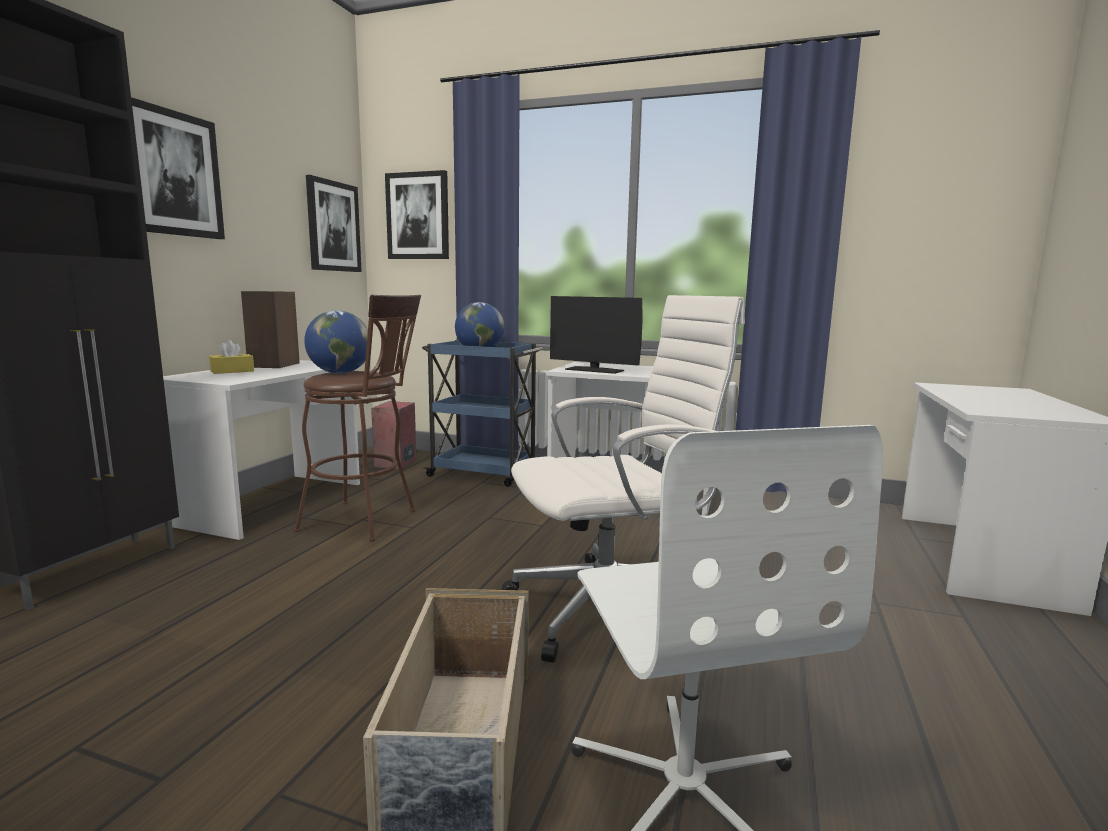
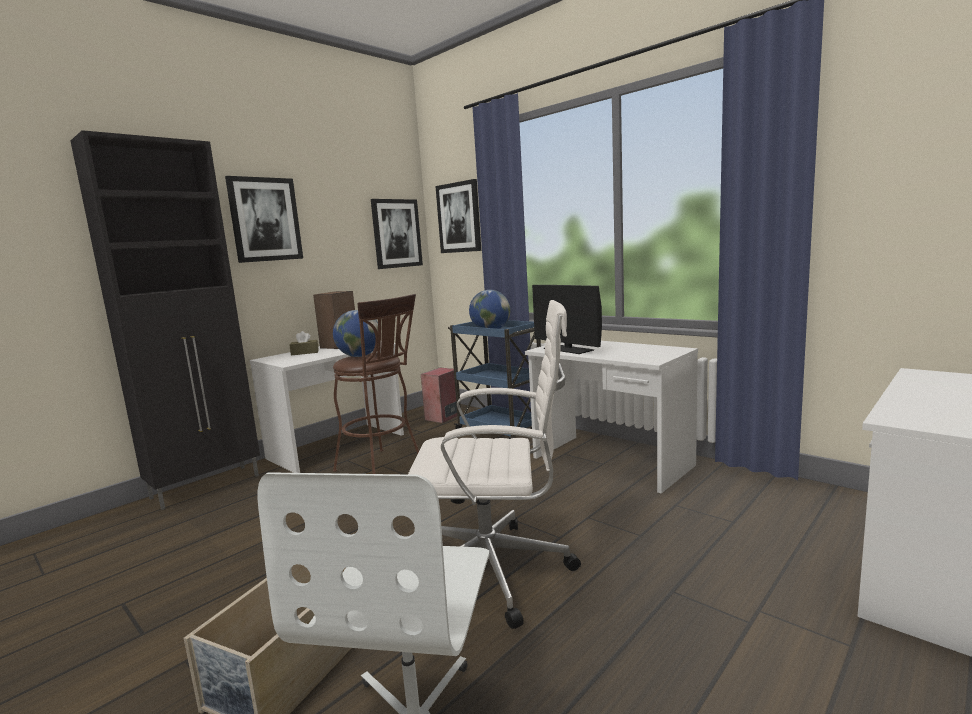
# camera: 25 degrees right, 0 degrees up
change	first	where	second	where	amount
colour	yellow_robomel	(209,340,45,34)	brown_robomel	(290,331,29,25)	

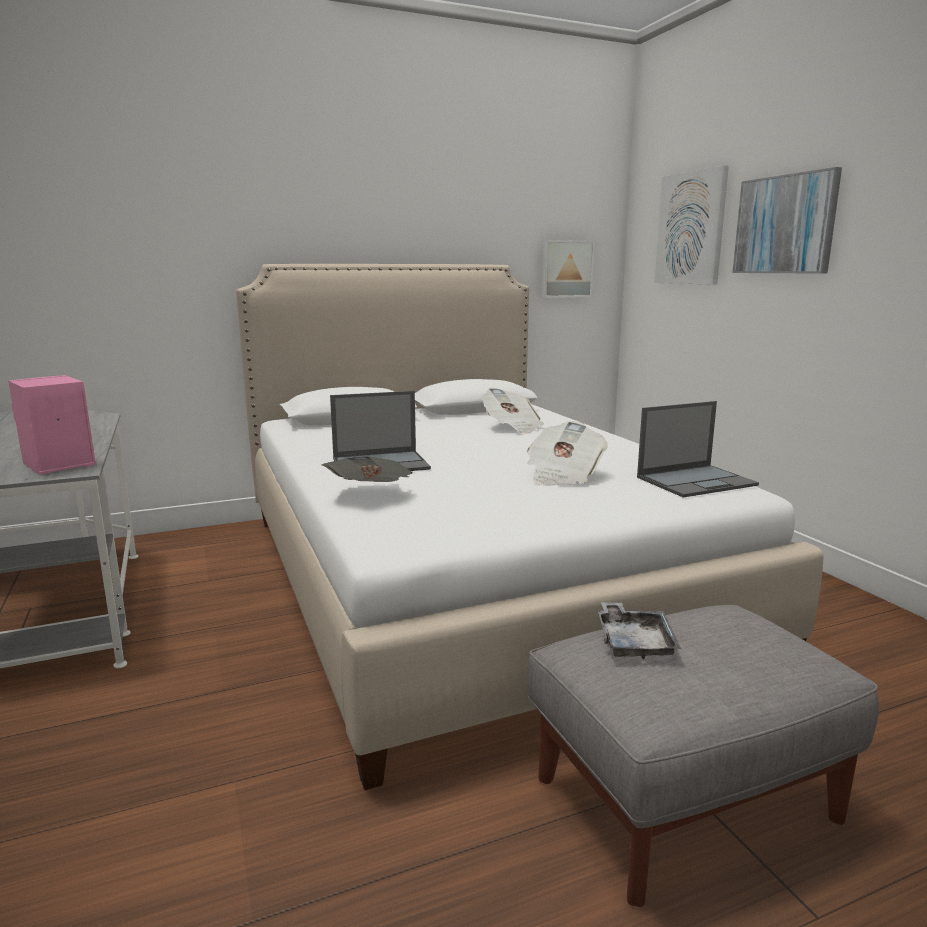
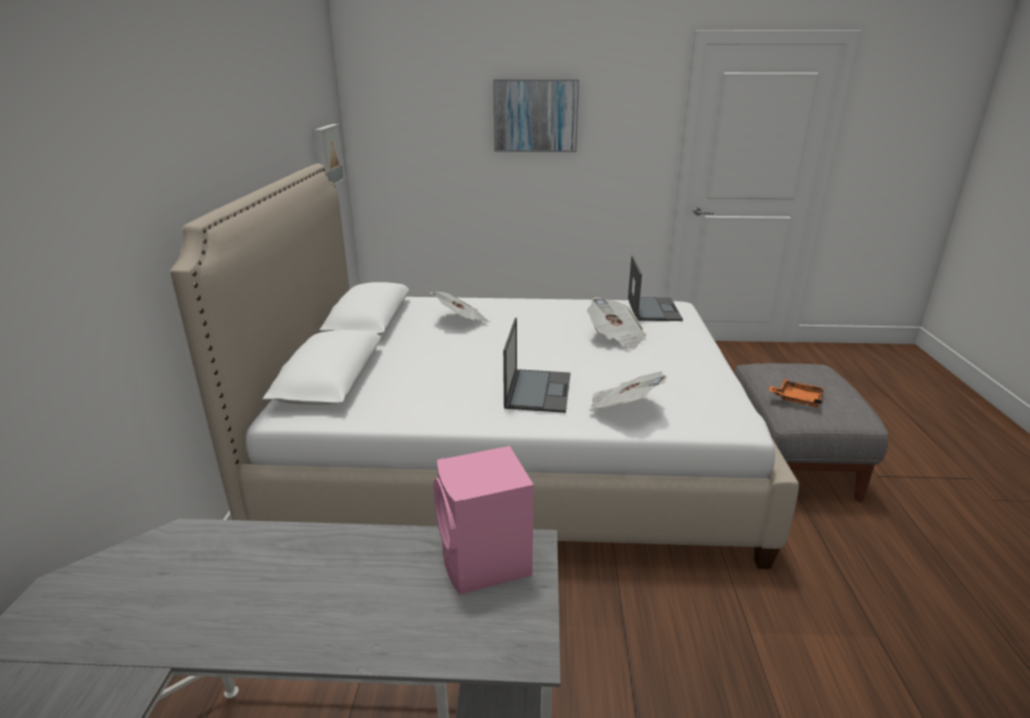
# camera: 65 degrees left, 10 degrees up
change	first	where	second	where	amount
missing	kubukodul	(654,165,75,120)			
colour	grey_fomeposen	(598,602,83,57)	orange_fomeposen	(769,379,55,28)	

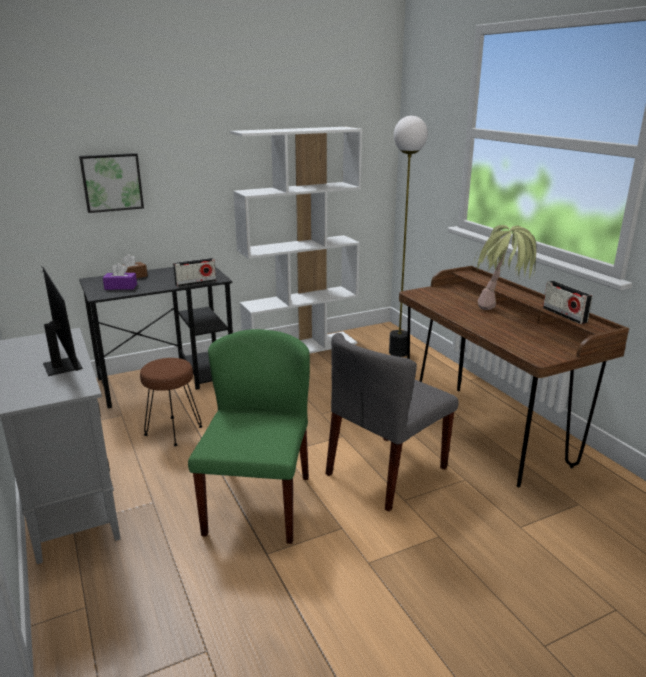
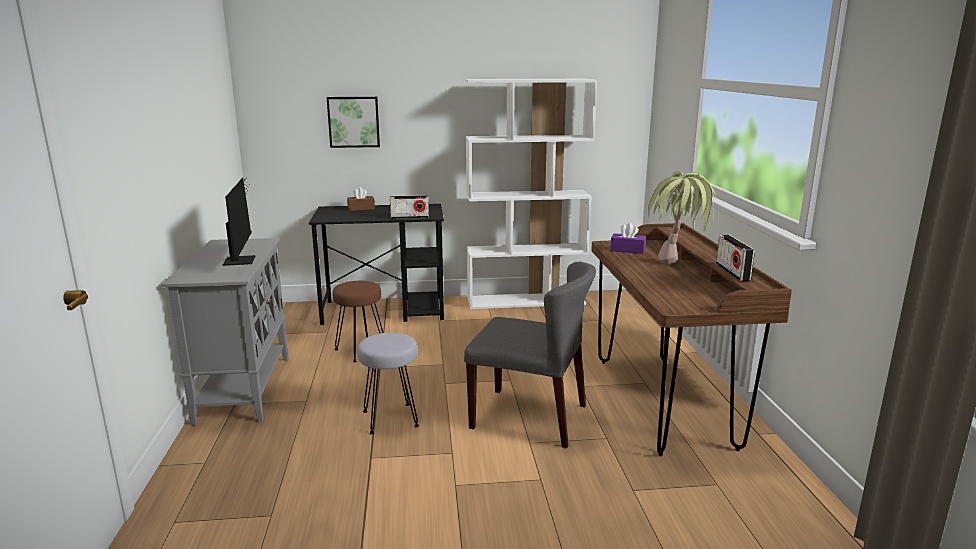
# camera: 20 degrees right, 5 degrees down
change	first	where	second	where	amount
missing	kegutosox	(389,115,39,242)			
relocated	purple_robomel	(103,263,34,27)		(610,223,36,31)	
exchanged	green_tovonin	(188,329,122,215)	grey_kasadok	(357,332,62,102)	
spun	grey_tovonin	(326,333,132,179)		(464,262,132,186)	135 degrees counterclockwise

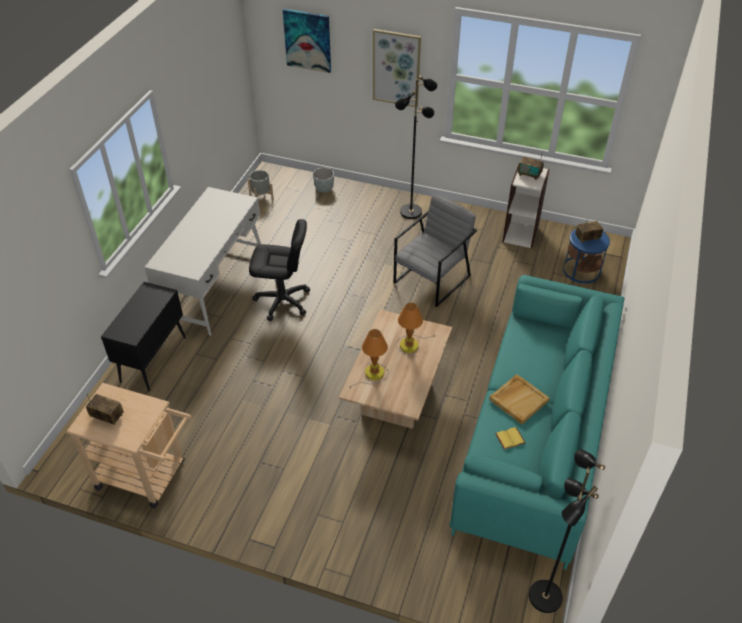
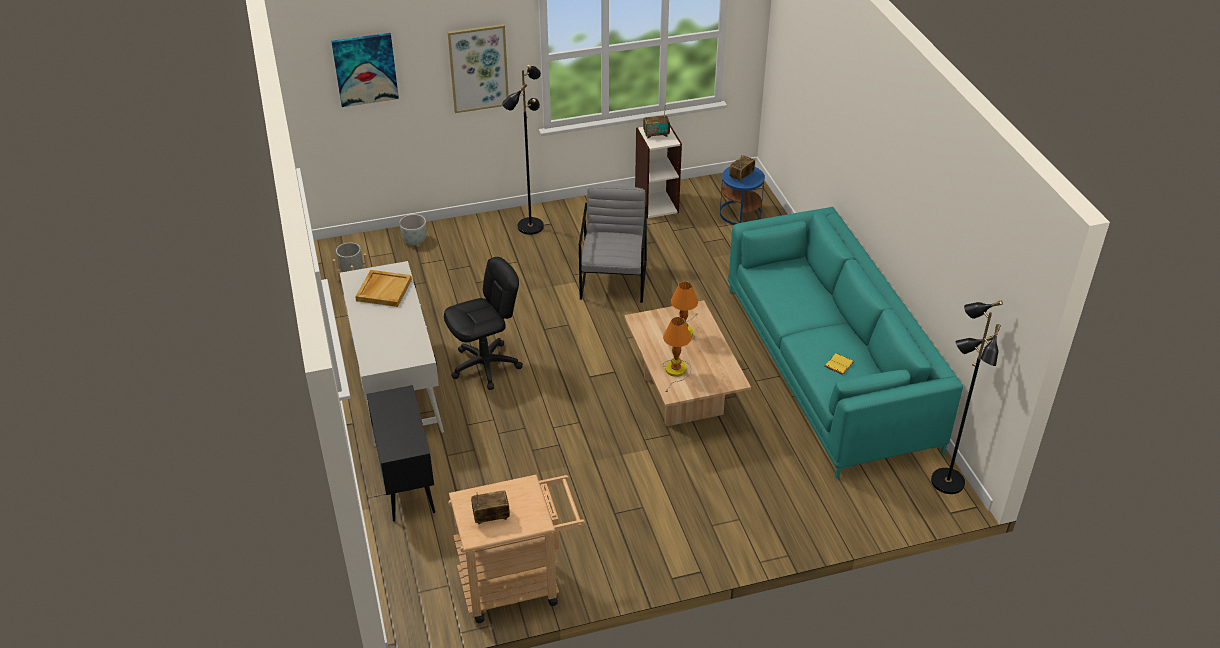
# camera: 35 degrees left, 5 degrees down
change	first	where	second	where	amount
relocated	beige_fomeposen	(489,374,60,50)		(355,270,57,37)	

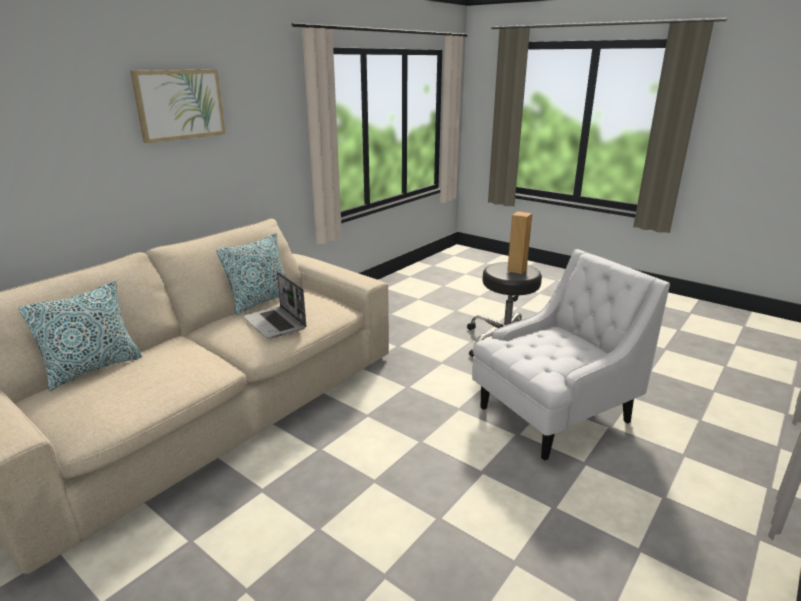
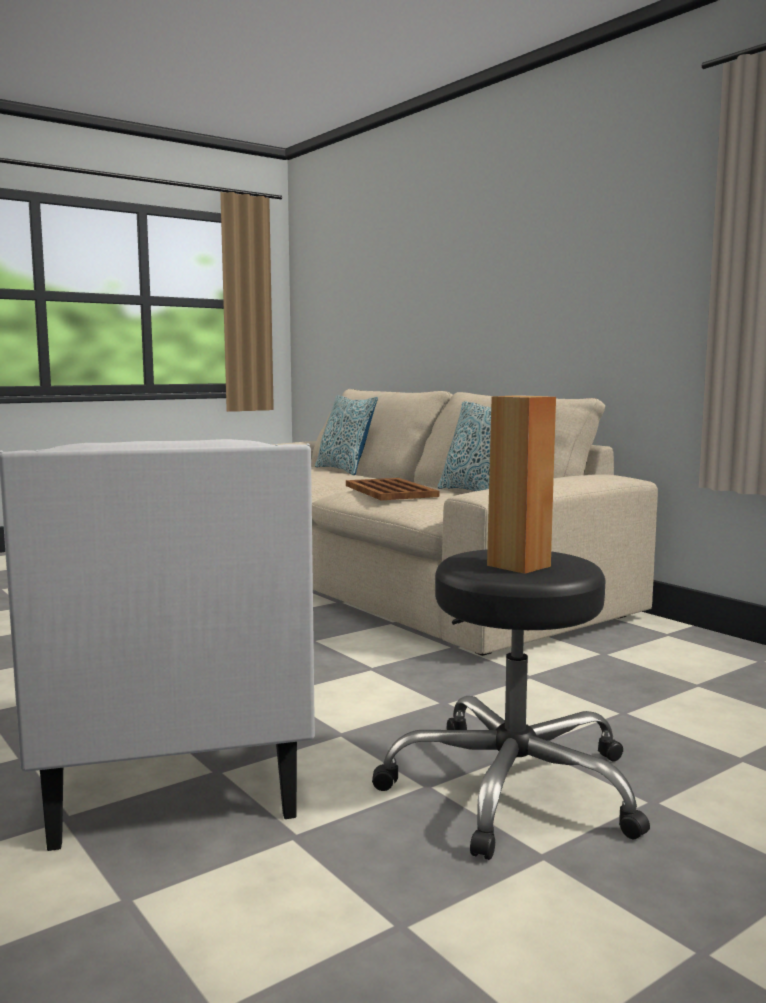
# camera: 105 degrees right, 15 degrees down
change	first	where	second	where	amount
missing	kubukodul	(130,69,96,74)			
exchanged	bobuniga	(244,272,63,67)	brown_fomeposen	(346,478,93,22)	

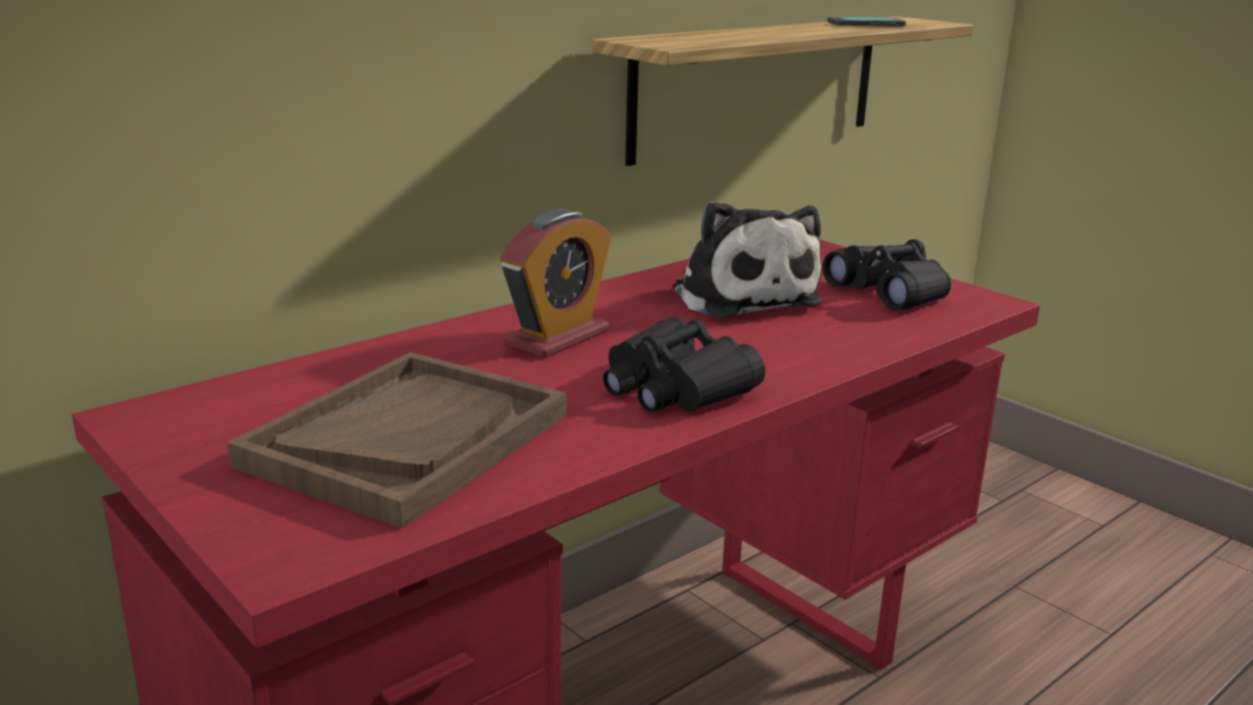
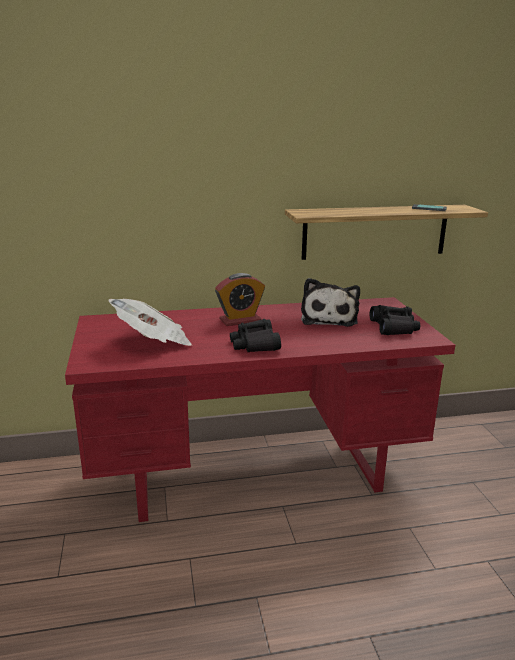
# camera: 30 degrees right, 0 degrees up
change	first	where	second	where	amount
exchanged	brown_fomeposen	(227,352,340,177)	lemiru	(109,299,83,47)	

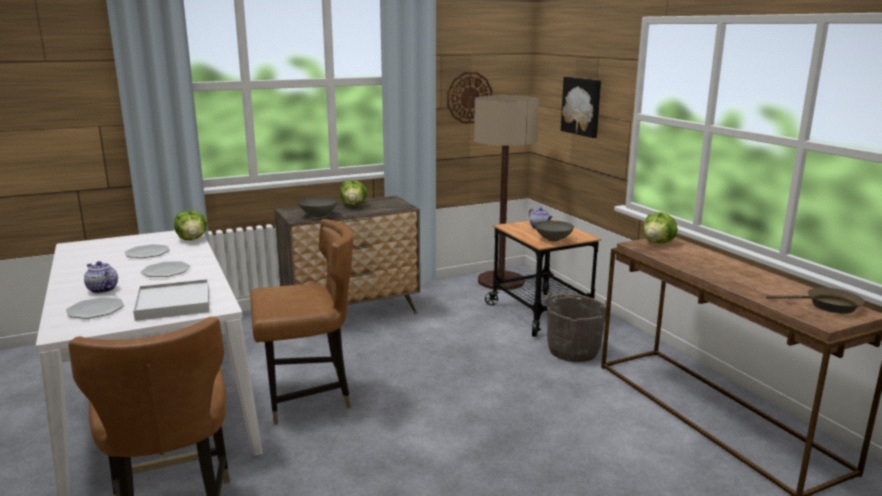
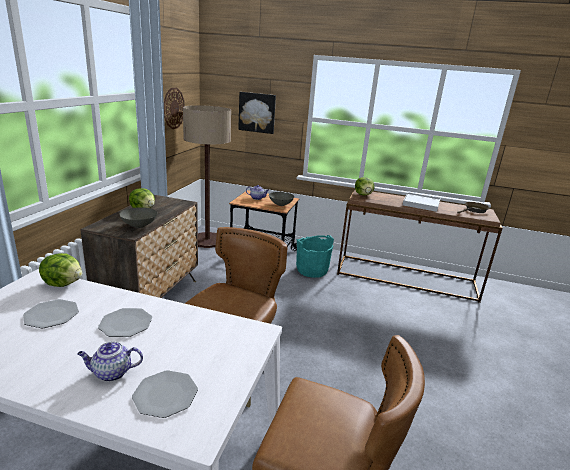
# camera: 50 degrees left, 5 degrees up
change	first	where	second	where	amount
relocated	white_fomeposen	(133,279,76,42)		(403,192,37,20)	
colour	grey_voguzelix	(545,293,62,69)	turquoise_voguzelix	(296,235,38,43)	

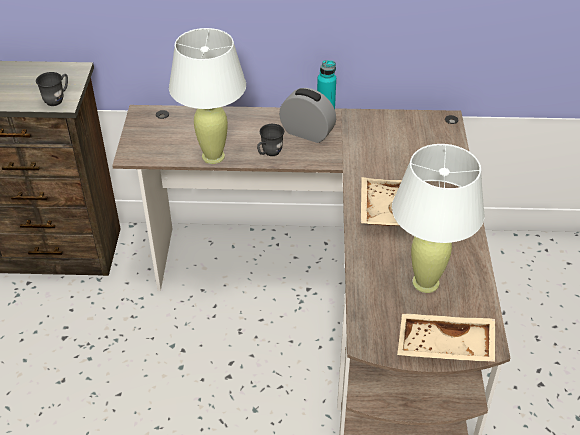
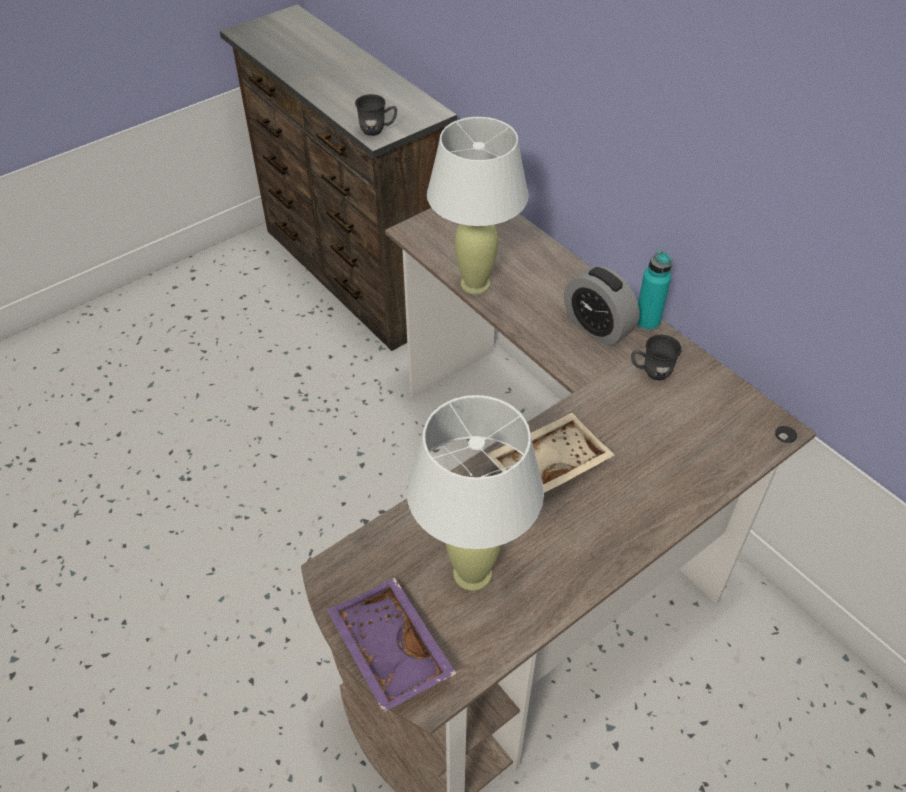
# camera: 50 degrees right, 5 degrees up
change	first	where	second	where	amount
relocated	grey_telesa	(257,124,27,32)		(631,335,51,45)	
colour	beige_fomeposen	(397,314,98,48)	purple_fomeposen	(326,578,131,135)	
spun	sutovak	(279,88,57,55)		(564,266,75,80)	150 degrees clockwise

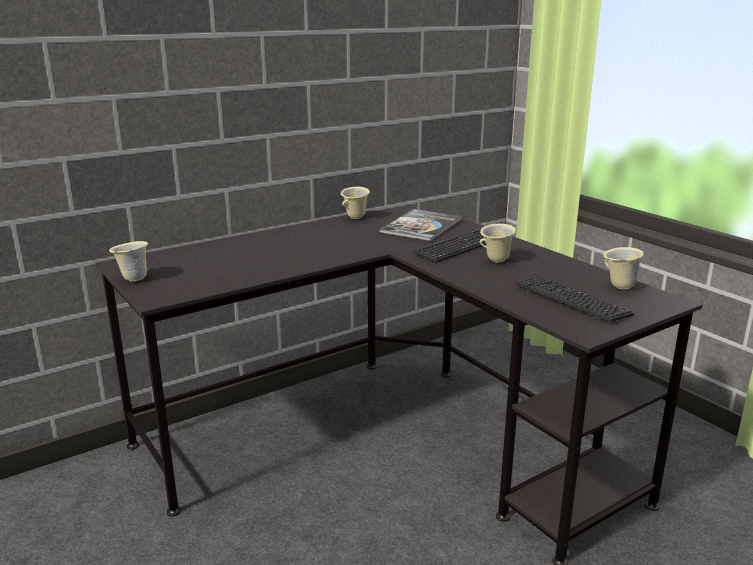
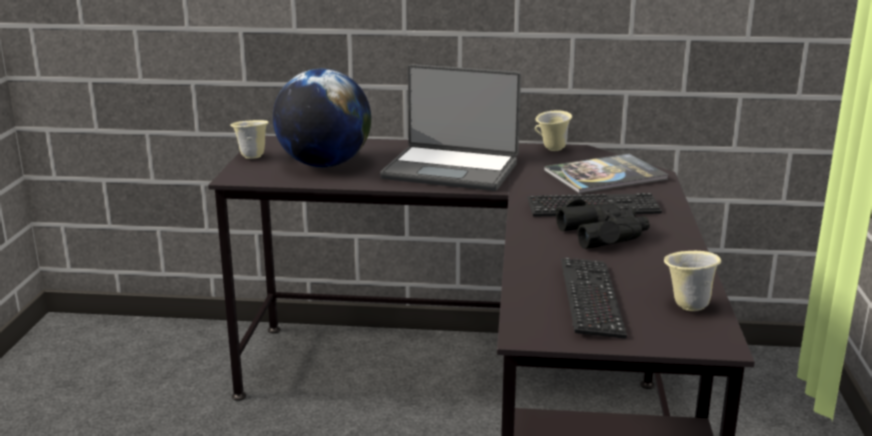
# camera: 40 degrees right, 0 degrees up
change	first	where	second	where	amount
appeared			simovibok	(273,69,98,98)	
appeared			bobuniga	(380,64,141,127)	
exchanged	beige_telesa	(480,224,36,39)	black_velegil	(555,198,95,51)	

